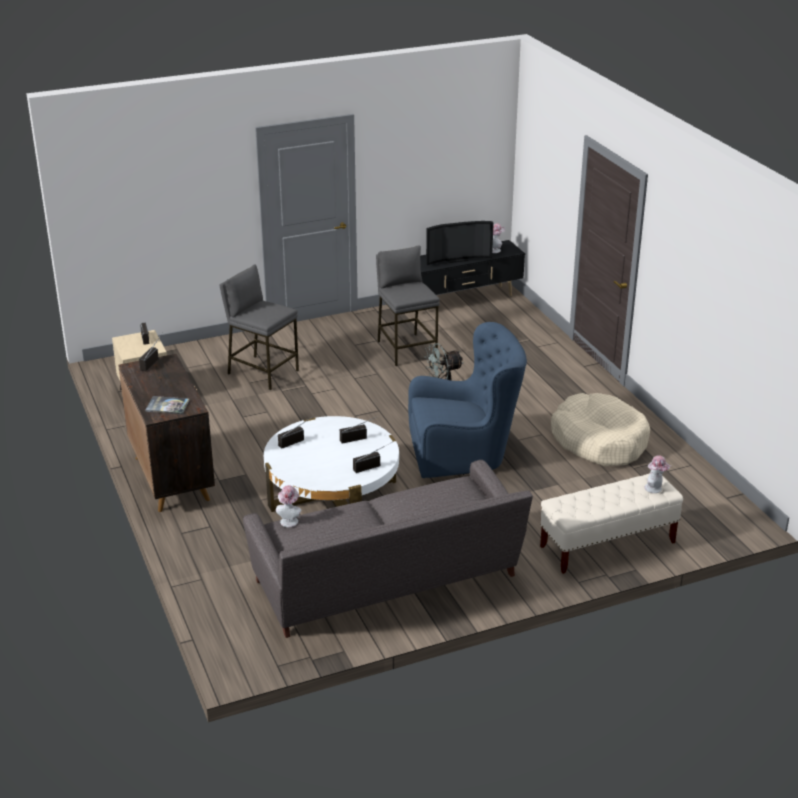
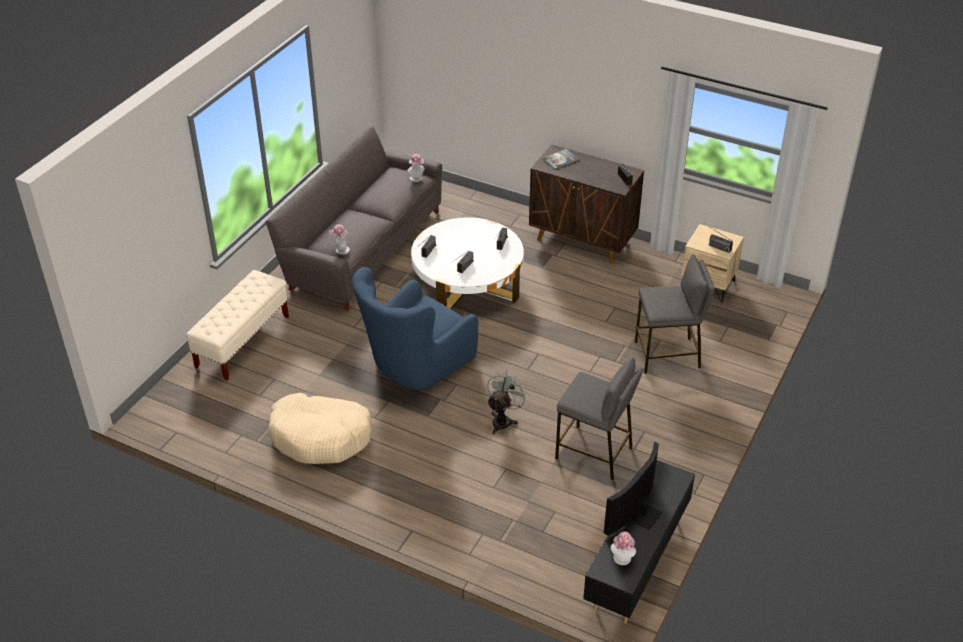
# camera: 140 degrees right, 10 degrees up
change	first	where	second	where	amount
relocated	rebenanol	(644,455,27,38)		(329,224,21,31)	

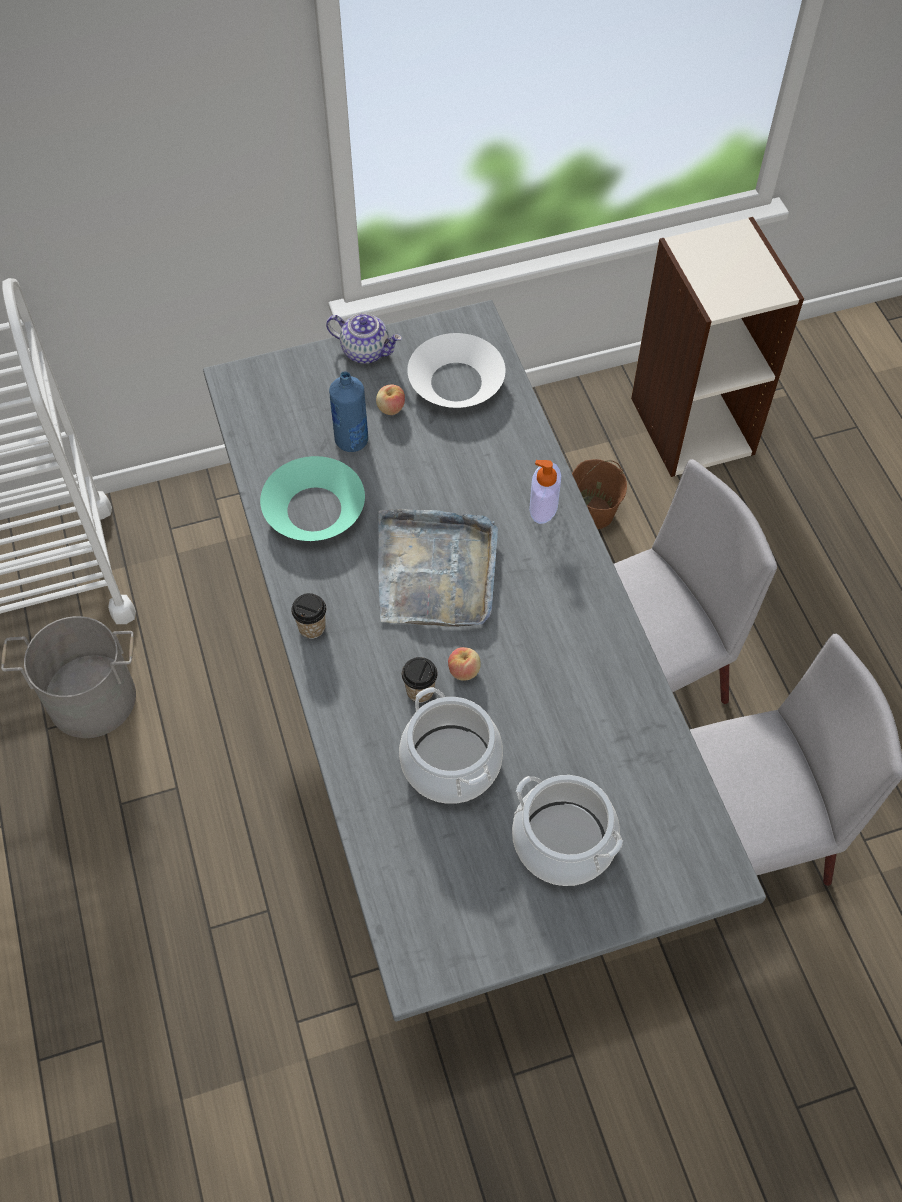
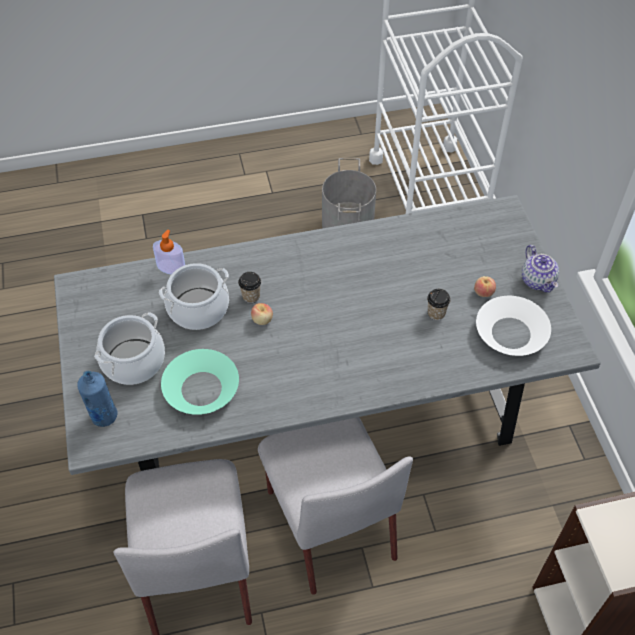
# camera: 95 degrees right, 5 degrees down
change	first	where	second	where	amount
missing	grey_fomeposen	(378,509,120,118)			
missing	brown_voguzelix	(572,459,55,70)			
relocated	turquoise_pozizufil	(260,456,105,85)		(161,349,78,66)	
relocated	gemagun	(291,593,35,46)		(427,289,24,31)	
relocated	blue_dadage	(329,371,39,81)		(77,371,41,56)	
relocated	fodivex	(529,460,32,64)		(153,230,32,44)	
spun	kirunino	(326,313,76,50)		(522,245,37,48)	45 degrees counterclockwise

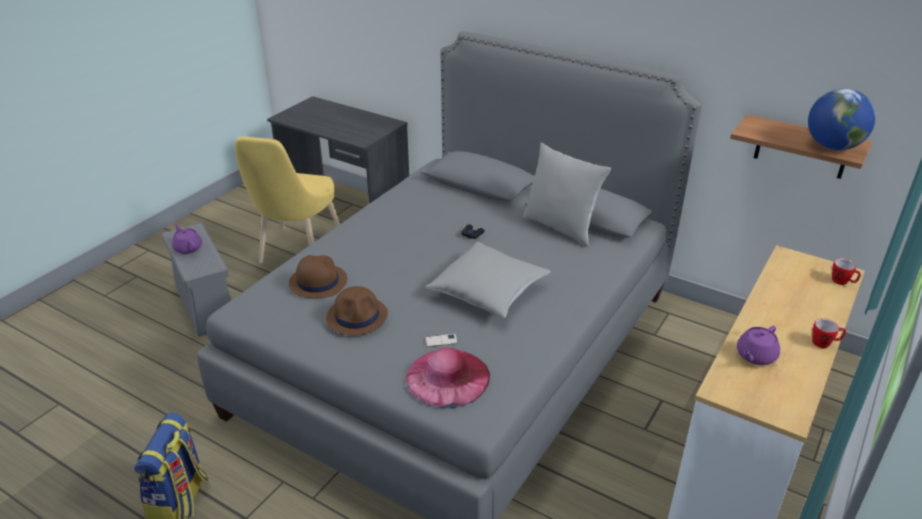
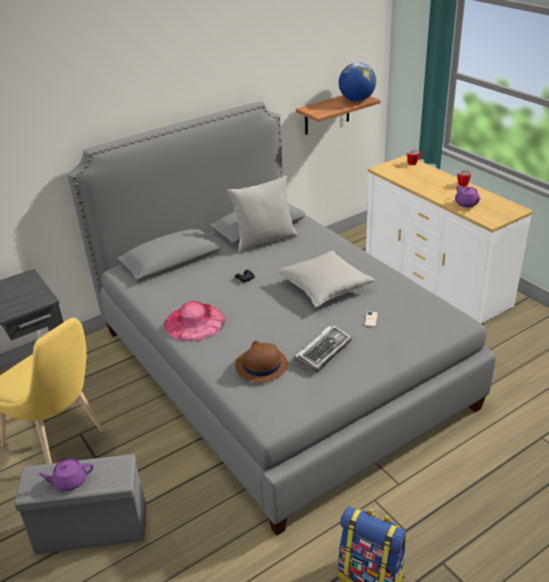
# camera: 65 degrees left, 0 degrees up
change	first	where	second	where	amount
relocated	pink_rebenanol	(406,348,84,60)		(164,301,61,40)	
exchanged	brown_rebenanol	(326,286,62,49)	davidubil	(294,326,58,46)	

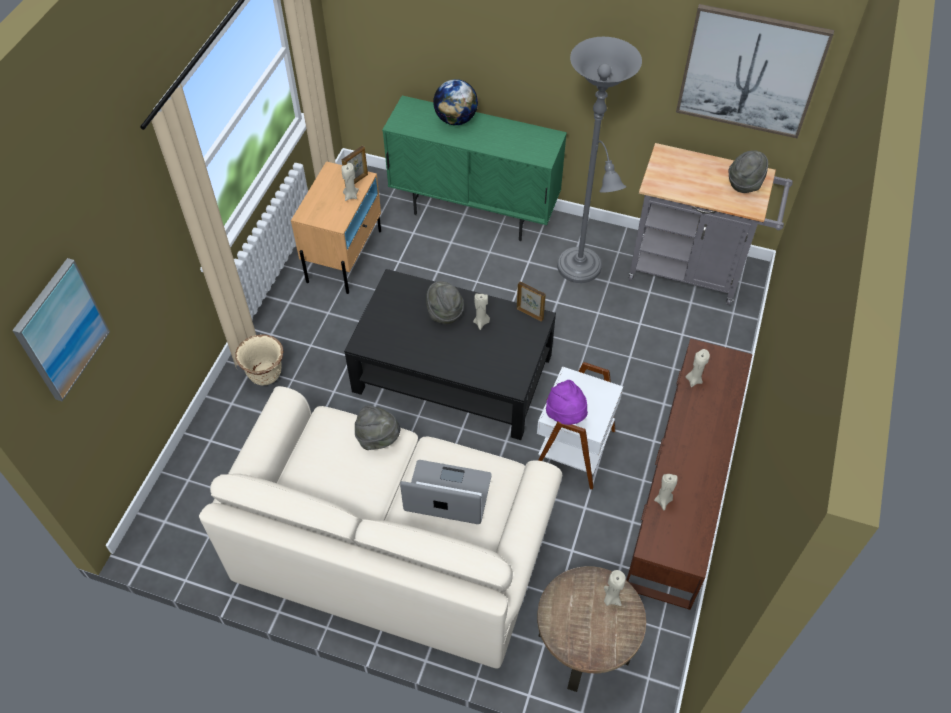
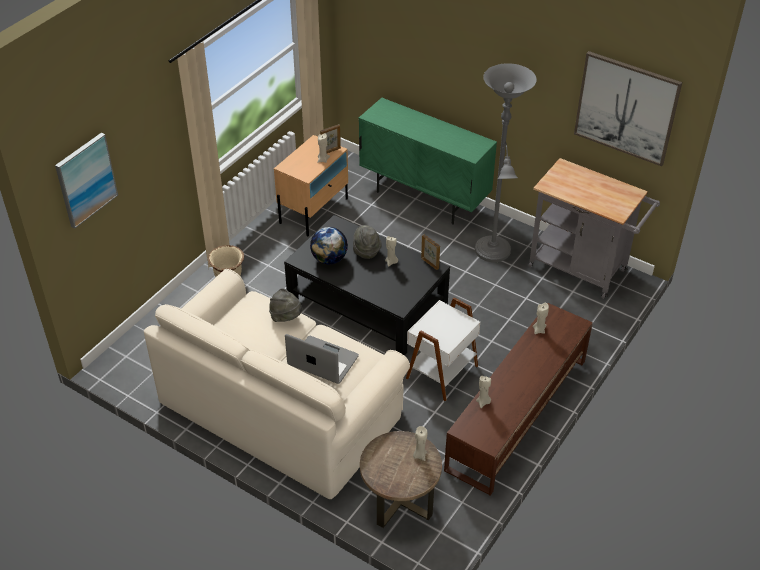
# camera: 15 degrees right, 10 degrees down
change	first	where	second	where	amount
missing	purple_rebenanol	(546,380,42,45)			
missing	grey_rebenanol	(729,150,39,43)			
relocated	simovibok	(433,79,45,46)		(310,227,38,37)	

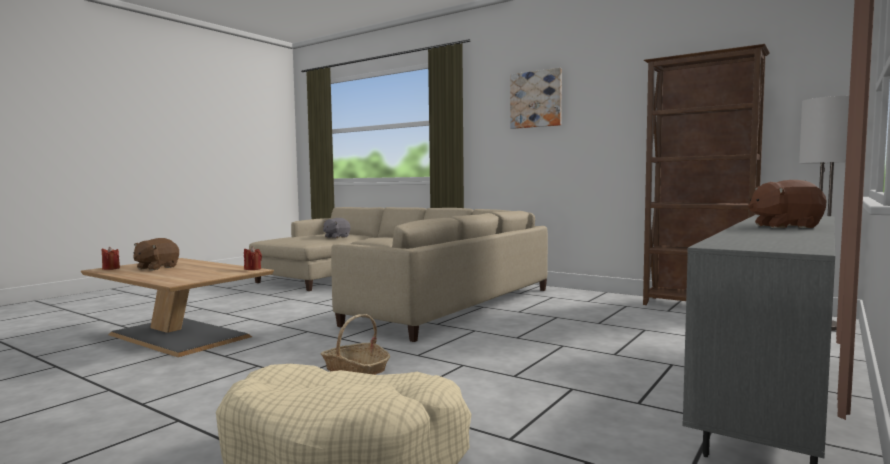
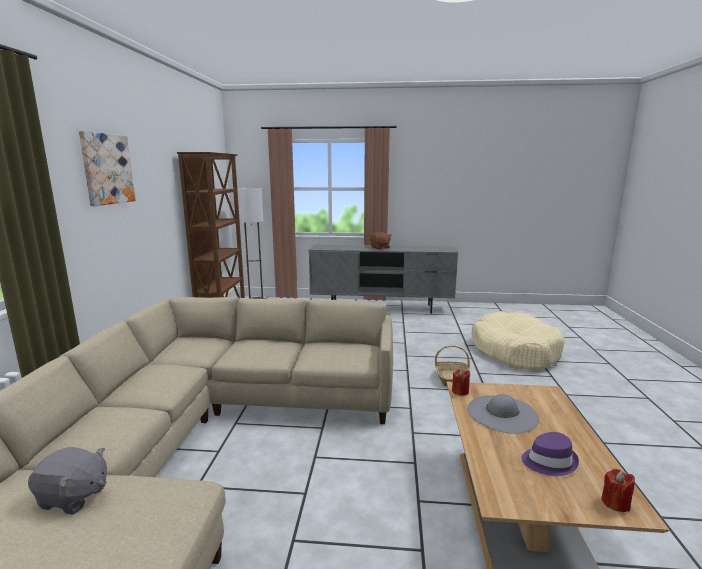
# camera: 120 degrees left, 10 degrees up
change	first	where	second	where	amount
appeared			grey_rebenanol	(467,394,72,40)	
exchanged	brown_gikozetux	(133,238,46,32)	purple_rebenanol	(521,432,58,44)	

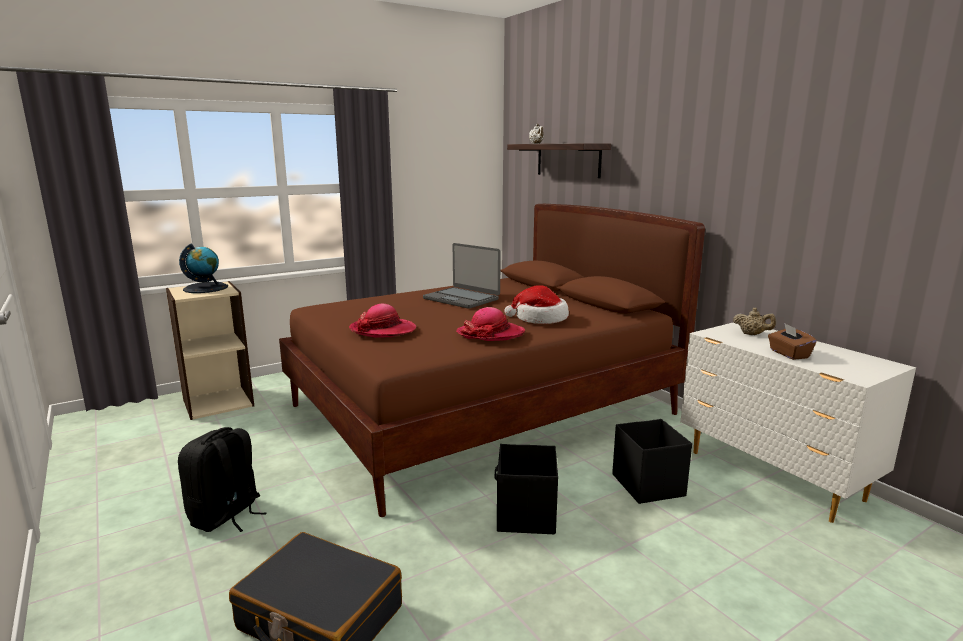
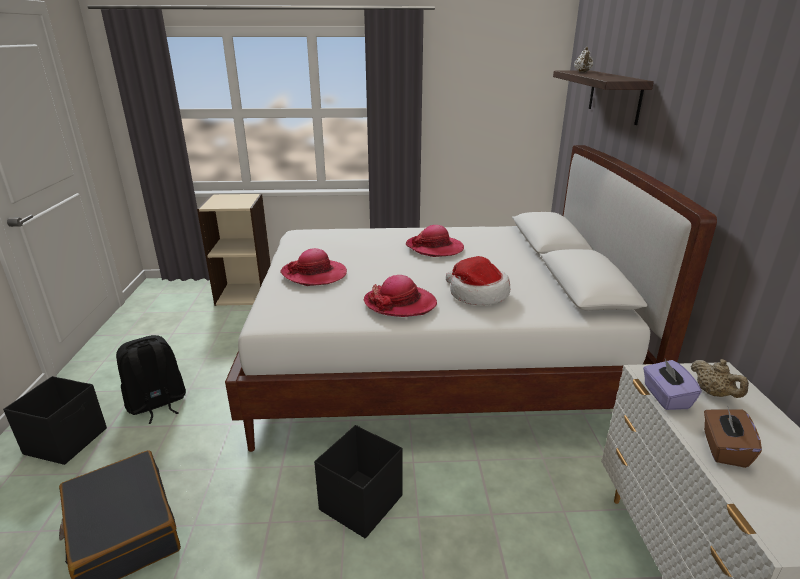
# camera: 30 degrees right, 10 degrees up
change	first	where	second	where	amount
missing	simovibok	(179,244,49,49)			
appeared			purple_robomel	(643,359,59,51)	
relocated	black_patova	(612,419,80,85)		(3,376,104,89)	
exchanged	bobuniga	(423,243,78,66)	rebenanol	(406,225,58,32)	
colour	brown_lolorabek	(279,204,426,313)	white_lolorabek	(225,145,492,307)	

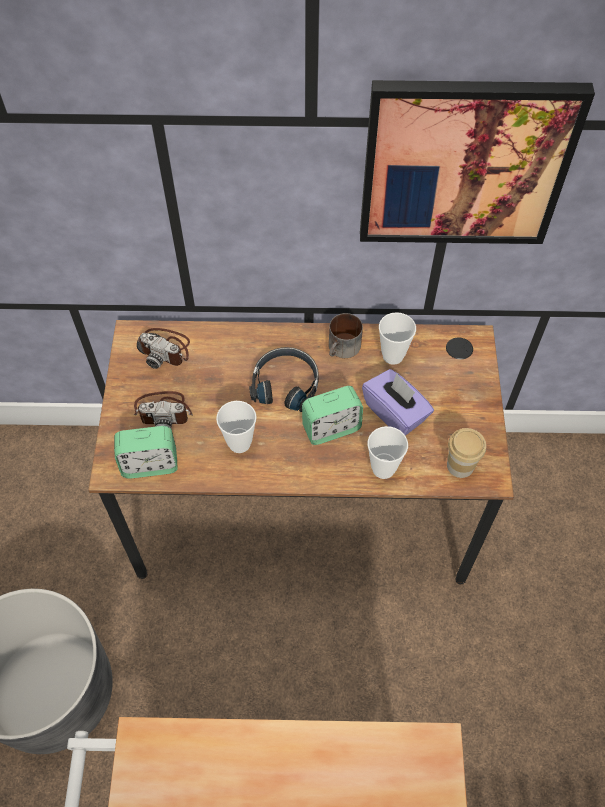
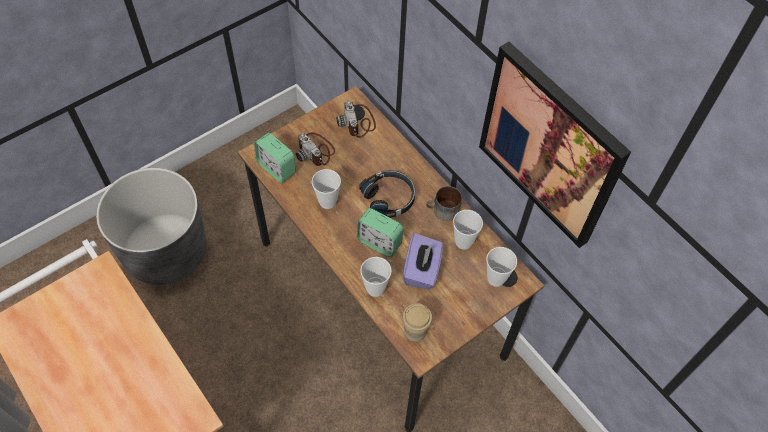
# camera: 50 degrees right, 0 degrees up
change	first	where	second	where	amount
appeared			gemagun	(486,247,31,40)	

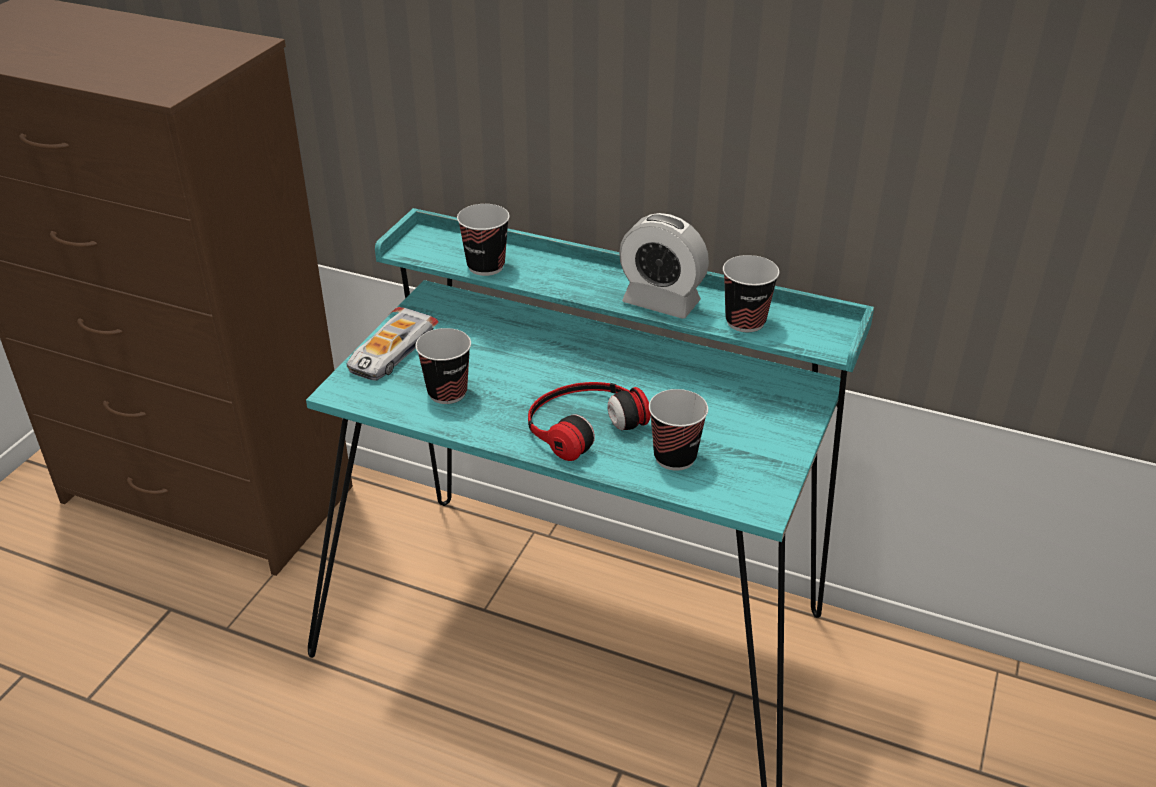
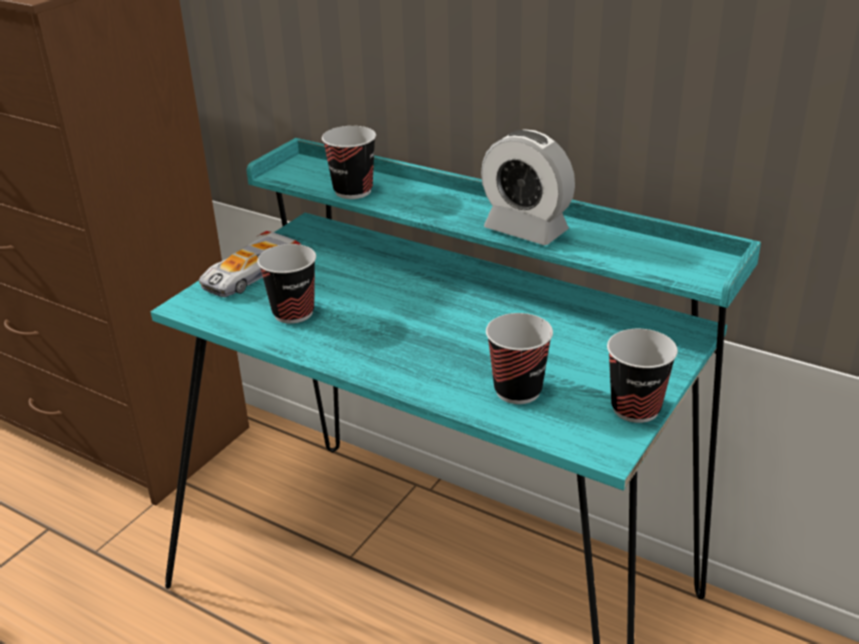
# camera: 10 degrees right, 5 degrees down
change	first	where	second	where	amount
missing	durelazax	(528,382,123,79)			
relocated	gemagun	(723,255,56,77)		(607,329,71,94)	

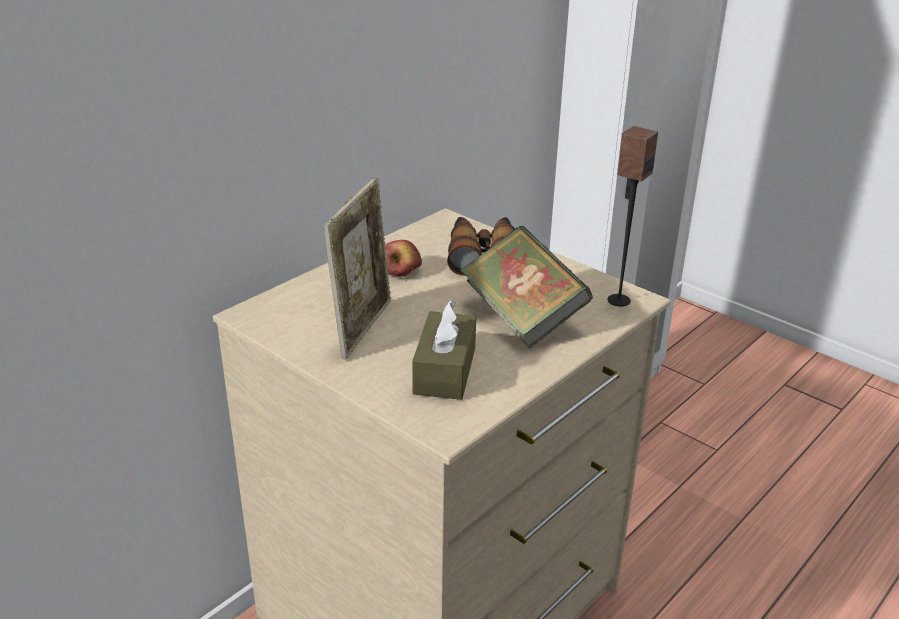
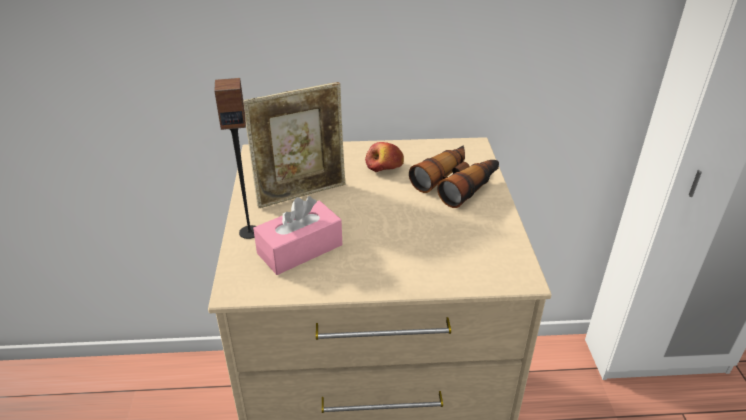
# camera: 45 degrees right, 5 degrees up
change	first	where	second	where	amount
missing	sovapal	(461,226,132,122)			
relocated	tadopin	(608,126,50,181)		(214,78,42,161)	
colour	brown_robomel	(412,300,64,100)	pink_robomel	(253,196,89,79)	

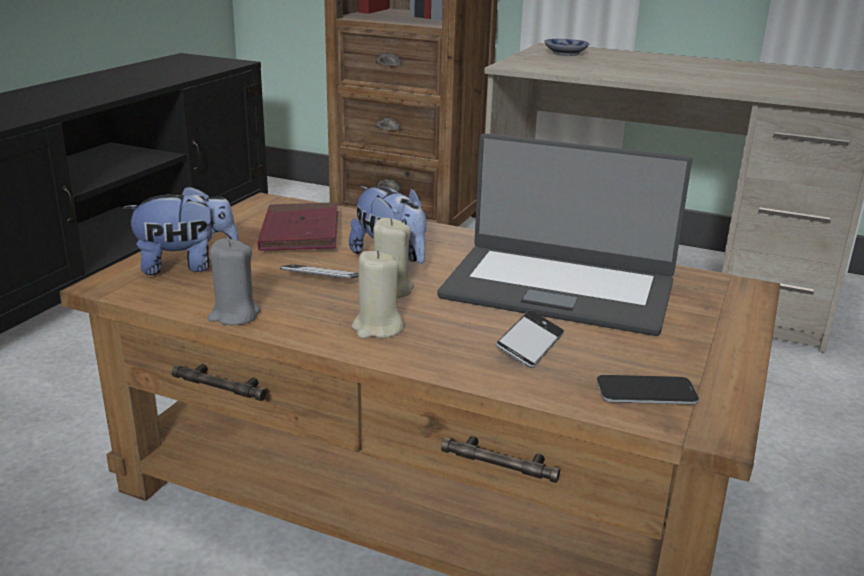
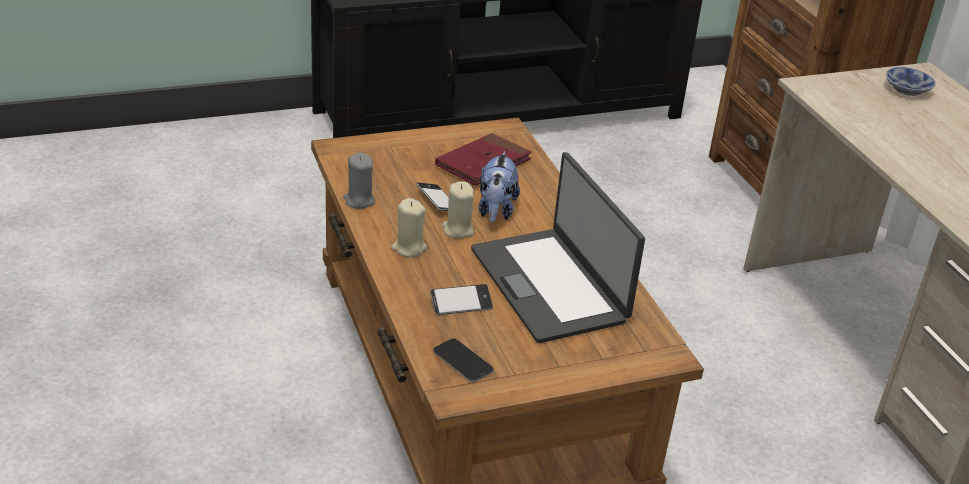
# camera: 45 degrees right, 10 degrees up
change	first	where	second	where	amount
missing	gikozetux	(122,185,117,90)			

